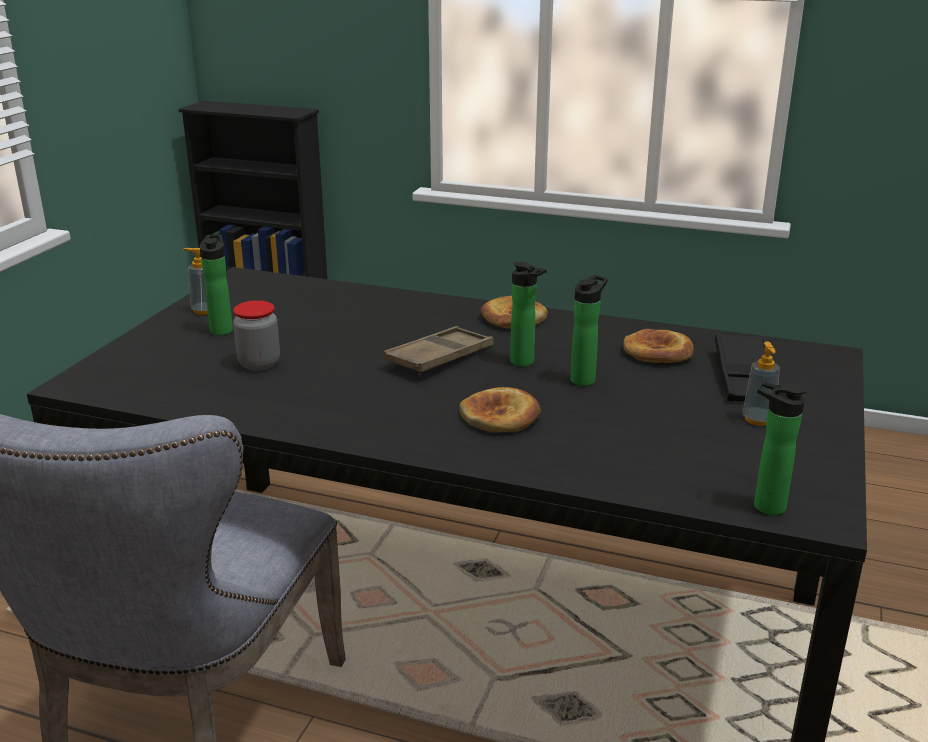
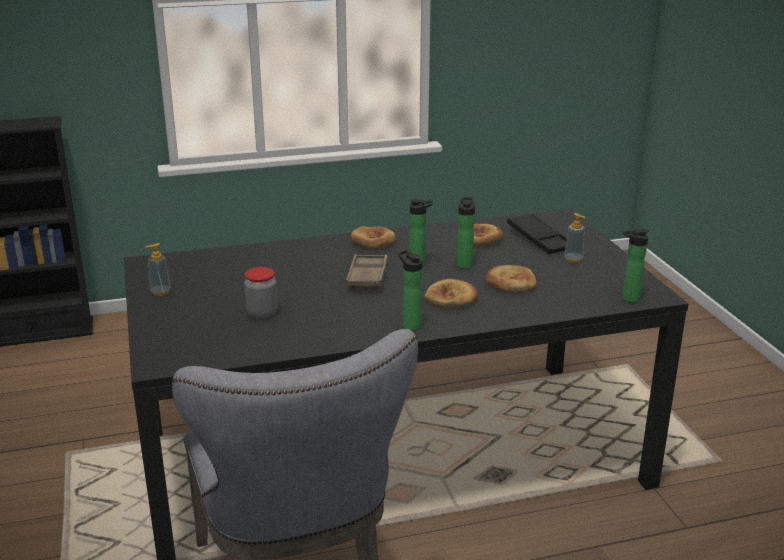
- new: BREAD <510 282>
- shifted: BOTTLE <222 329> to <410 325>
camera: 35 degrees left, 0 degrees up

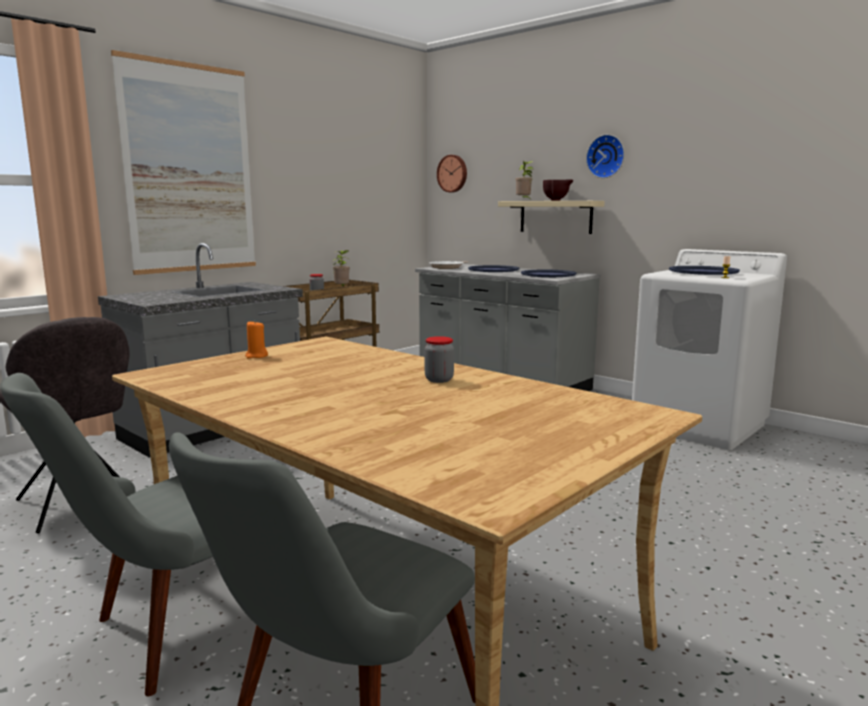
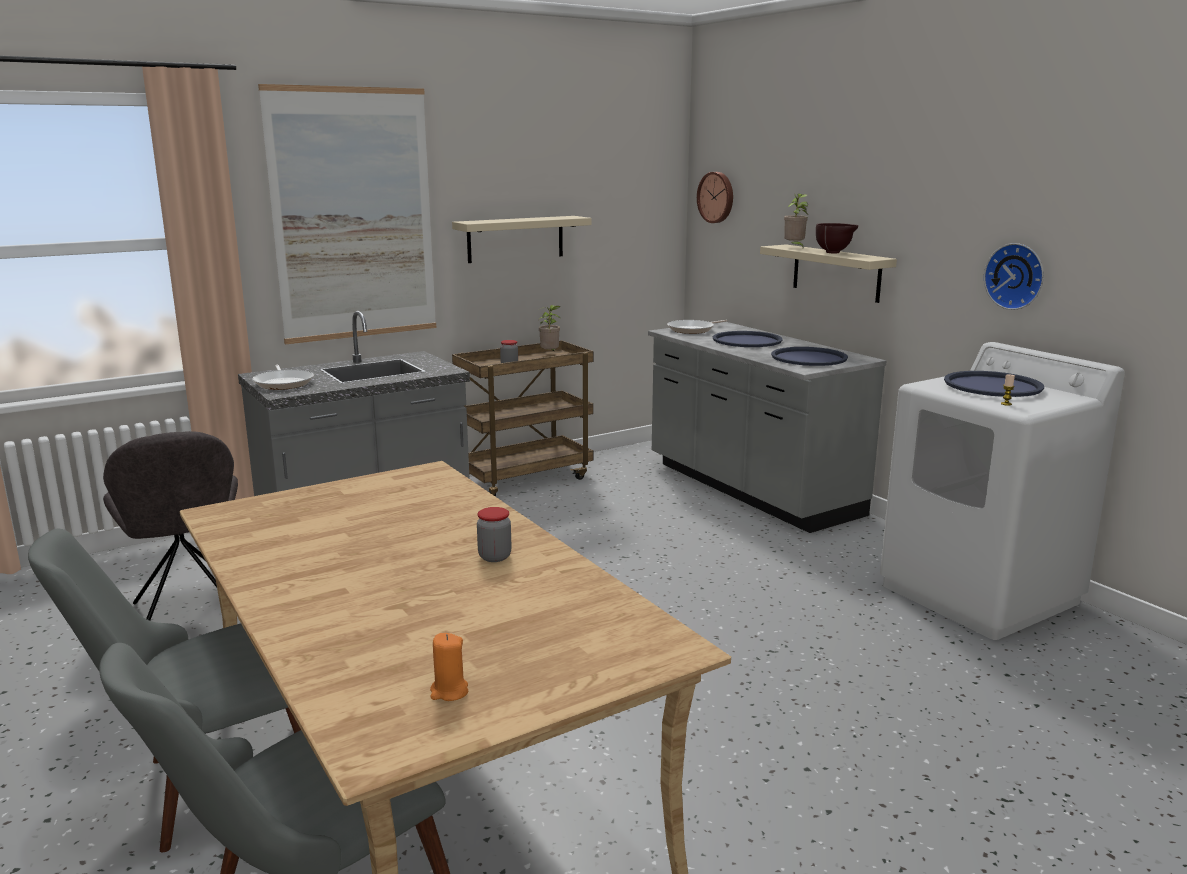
- new: FRYING PAN <284 383>
- new: BEIGE SHELF <515 239>
- shifted: ORANGE CANDLE <256 356> to <449 691>
- shifted: WALL CLOCK <606 156> to <1016 276>
camera: 15 degrees right, 5 degrees up

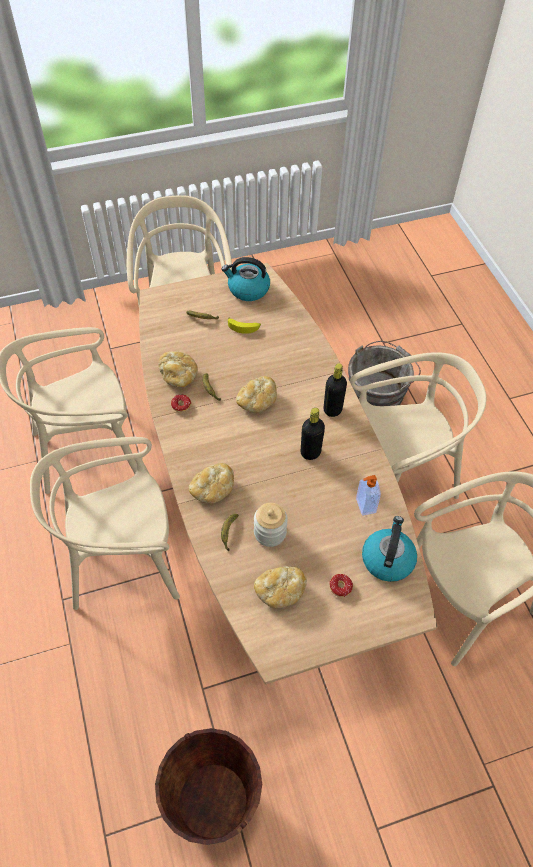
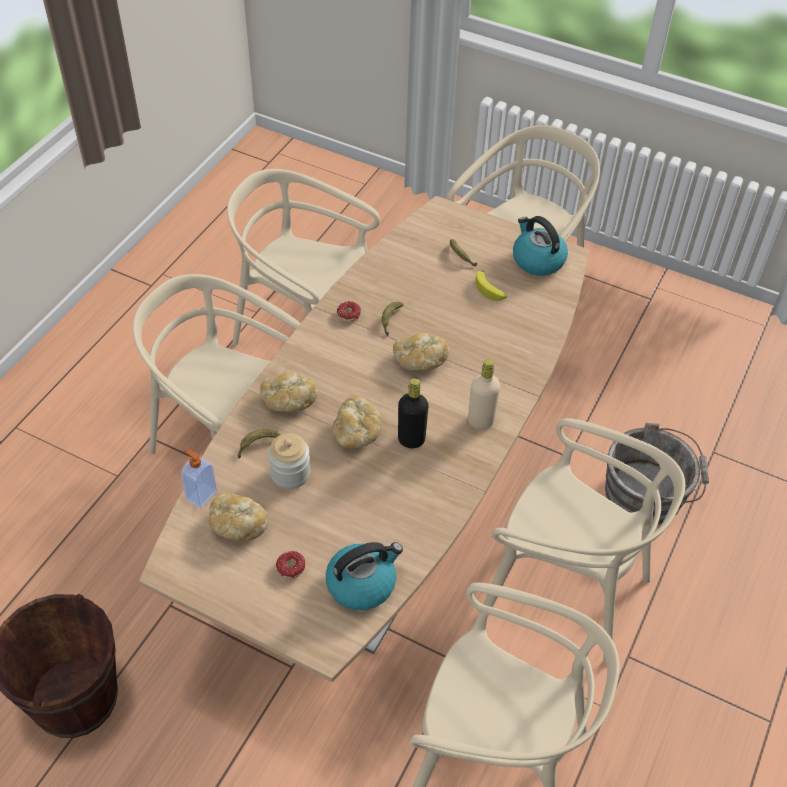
- shifted: BREAD <178 375> to <356 432>
- shifted: SOAP DISPENSER <365 505> to <201 495>
- repainted: BLACK BOTTLE <332 409> to BEIGE BOTTLE <481 421>
camera: 45 degrees right, 5 degrees down

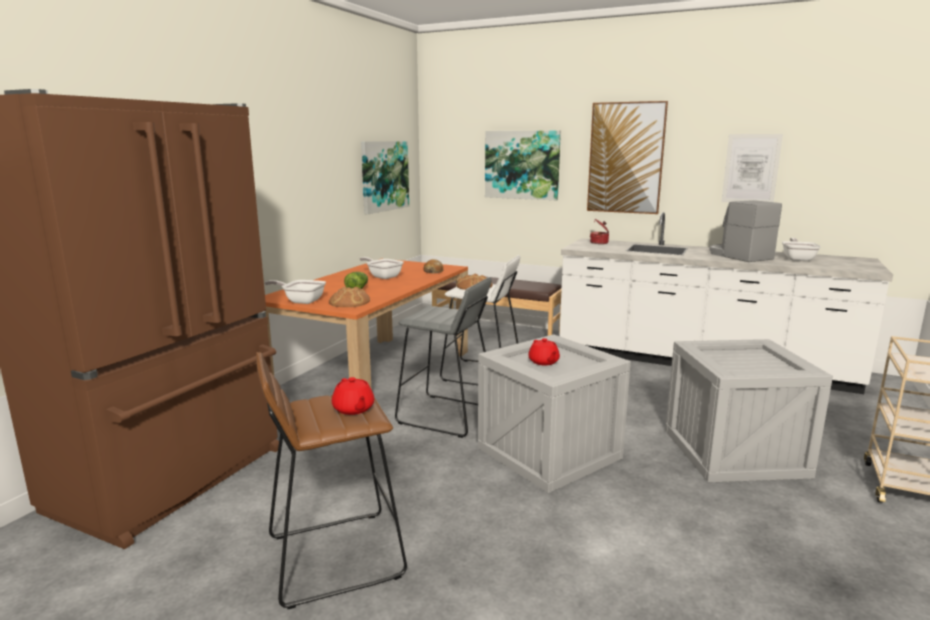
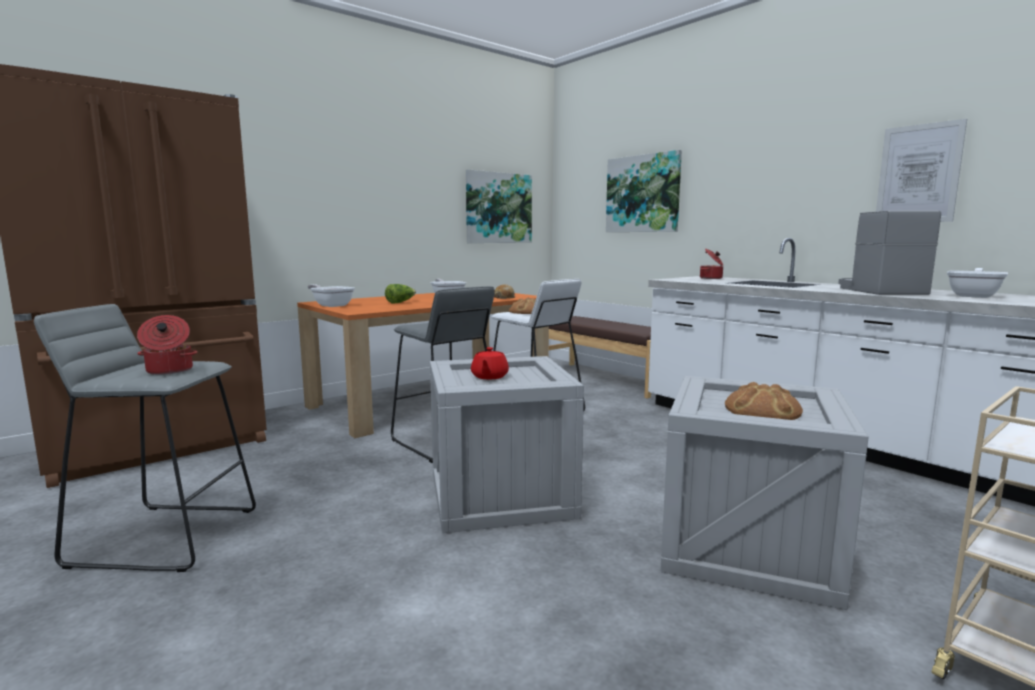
- gone: PICTURE <626 158>
- shifted: BREAD <349 302> to <762 410>
- swapped: RED TEAPOT <353 409> to COOKING POT <169 371>
- repainted: BROWN STOOL <333 556> to GREY STOOL <165 536>
camera: 25 degrees right, 5 degrees down

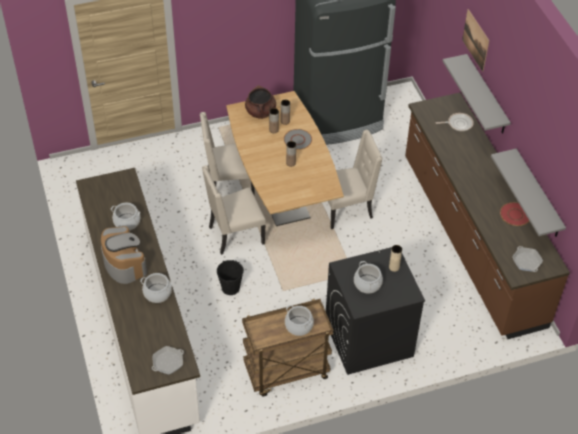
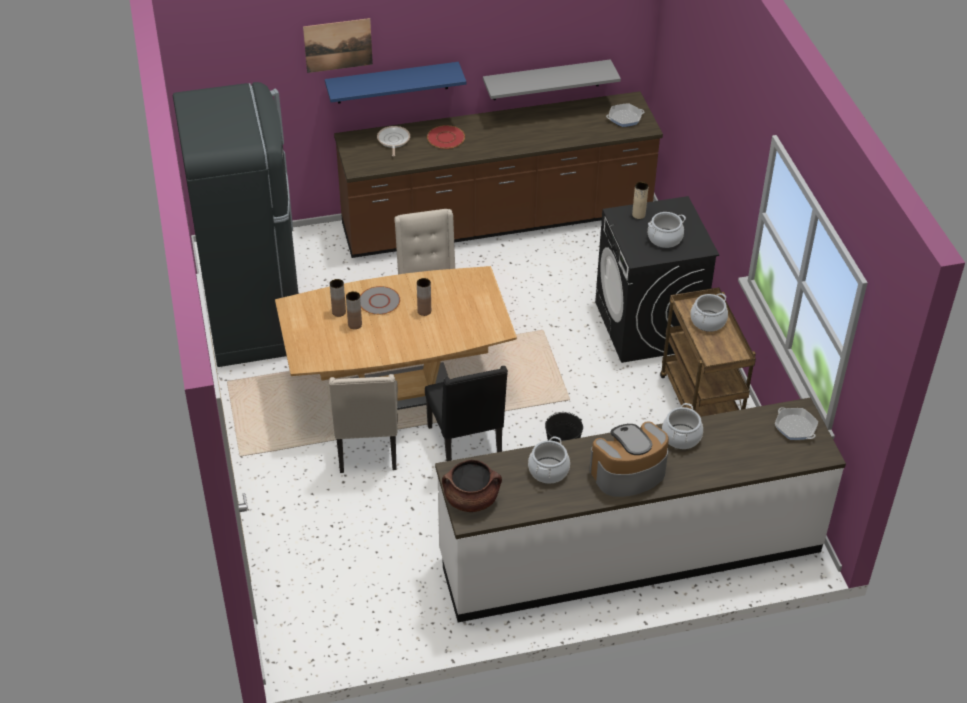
- shifted: BROWN COOKING POT <260 112> to <471 499>
- shifted: RED PLATE <515 214> to <445 138>
- repainted: BEIGE CHAIR <235 235> to BLACK CHAIR <467 445>
- repainted: GREY SHELF <486 95> to BLUE SHELF <392 83>
camera: 85 degrees left, 5 degrees down

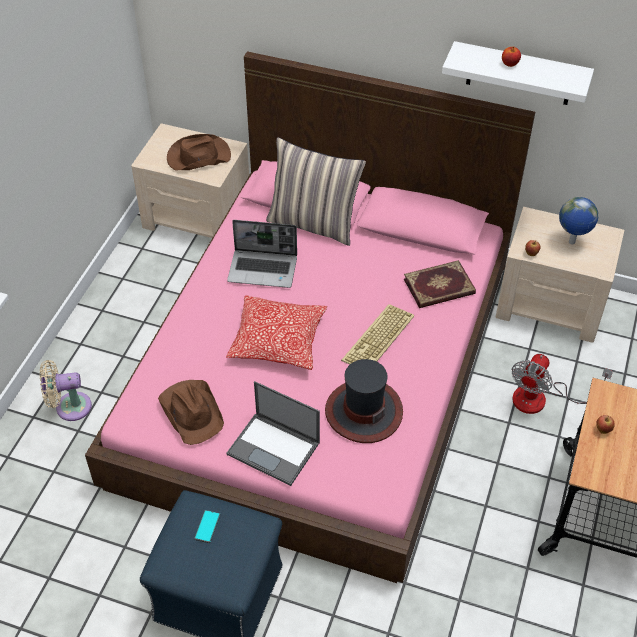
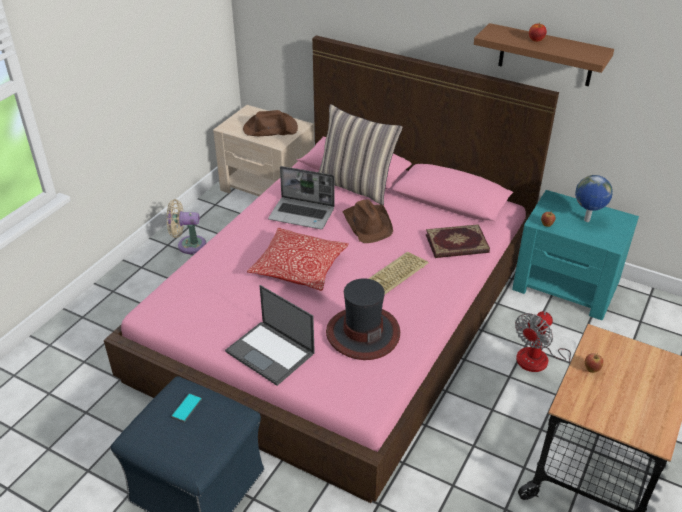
- shifted: BEIGE FAN <69 407> to <188 245>
- shifted: BROWN HAT <192 411> to <368 224>
- repainted: WHITE SHELF <519 74> to BROWN SHELF <546 55>
- repainted: BEIGE NIGHTSTAND <551 304> to TURQUOISE NIGHTSTAND <566 285>
camera: 10 degrees right, 10 degrees down

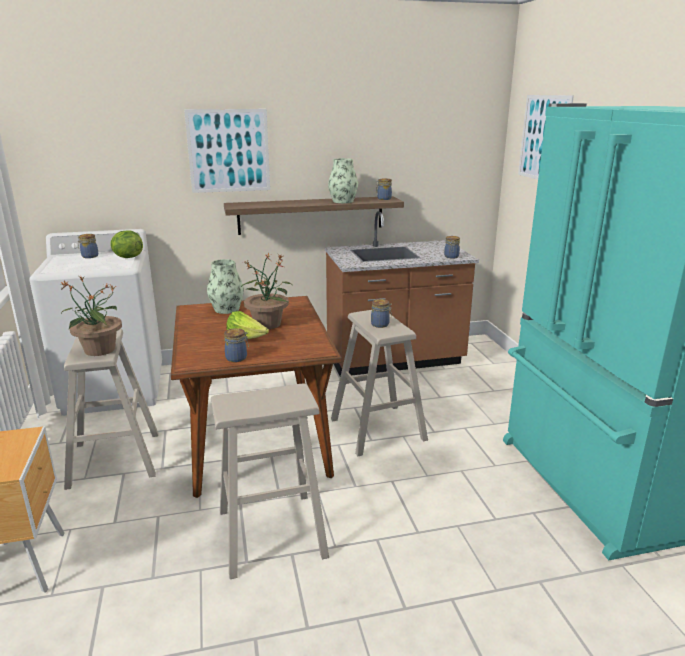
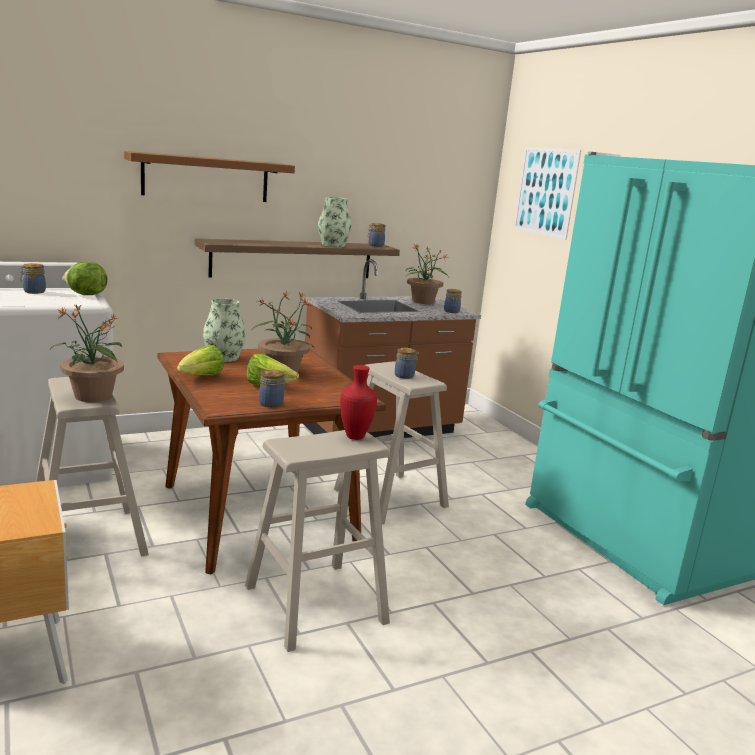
- new: LETTUCE <201 377>
- new: RED VASE <355 436>
- new: POTTED PLANT <423 302>
- swapped: PICTURE <228 151> to BROWN SHELF <206 178>
camera: 15 degrees left, 5 degrees down

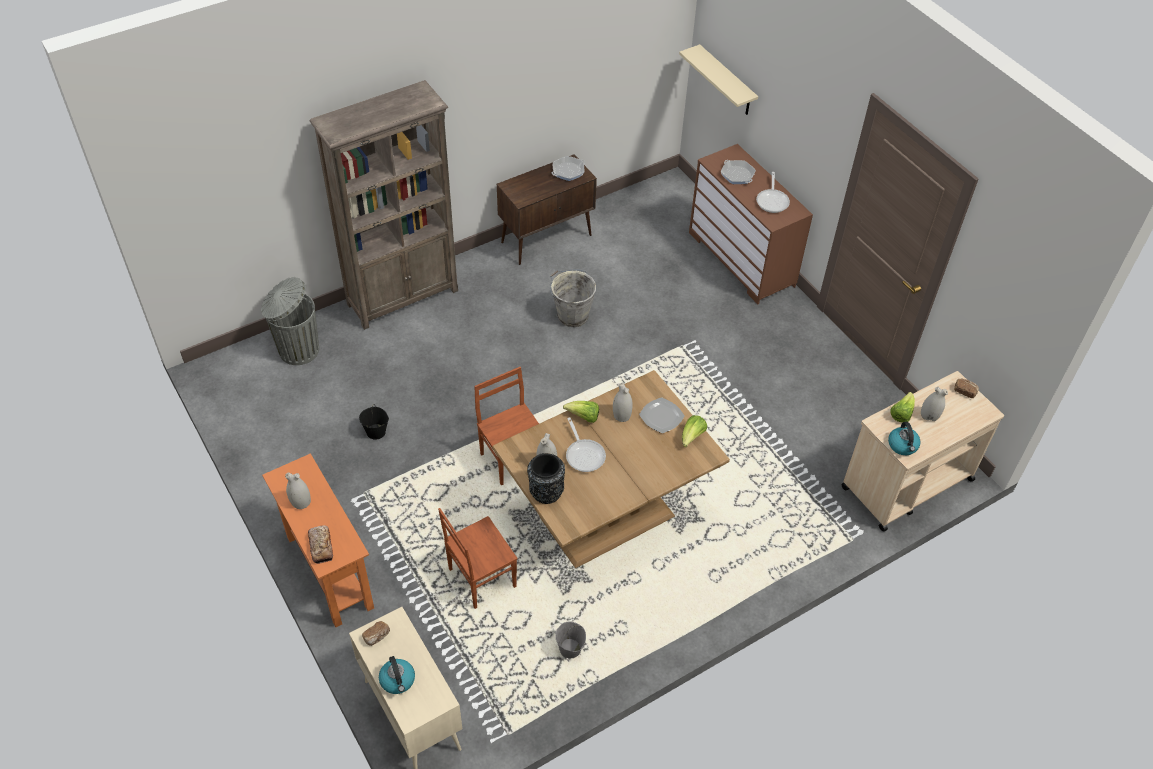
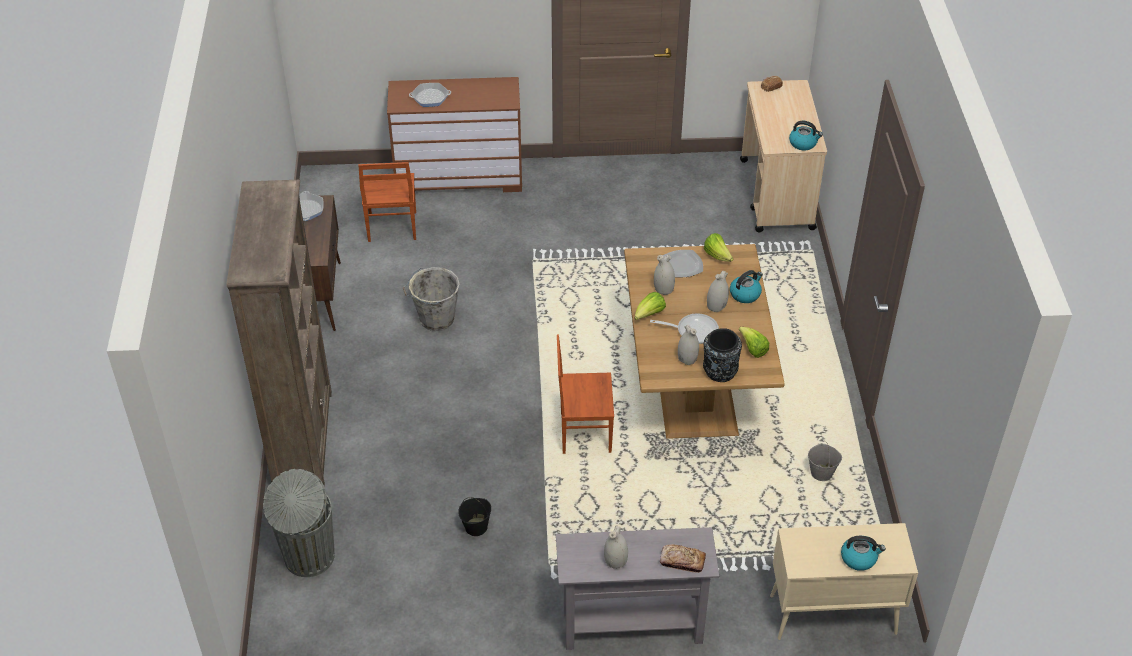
- gone: BREAD <377 637>
- gone: BEIGE SHELF <726 82>
- gone: FRYING PAN <772 201>
- new: KETTLE <745 294>
- shifted: BROWN CHAIR <480 578> to <391 227>
- shifted: LETTUCE <901 414> to <753 349>
- shifted: WHITE VASE <929 415> to <716 306>
- repainted: ORANGE CONSOLE TABLE <329 572> to GREY CONSOLE TABLE <632 626>
camera: 60 degrees left, 5 degrees down

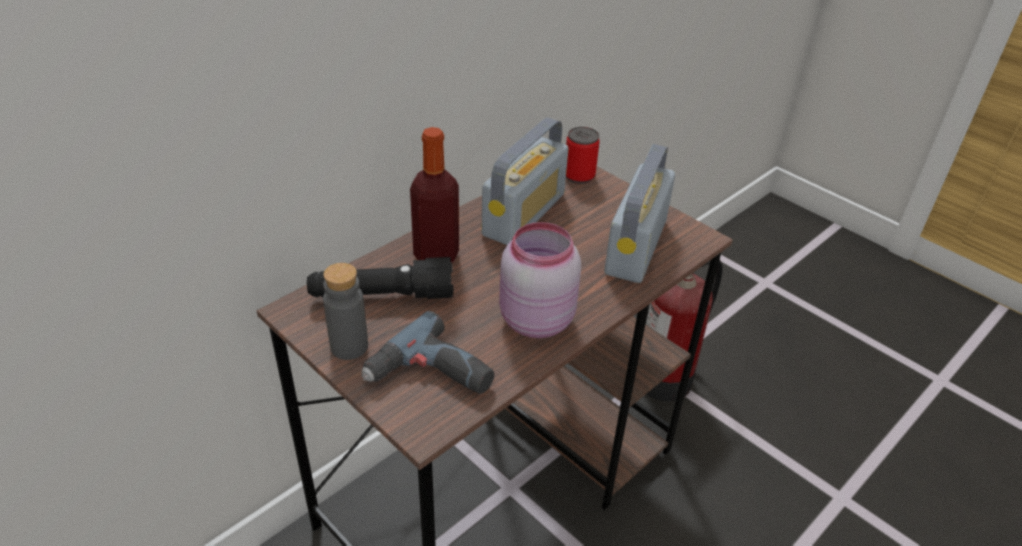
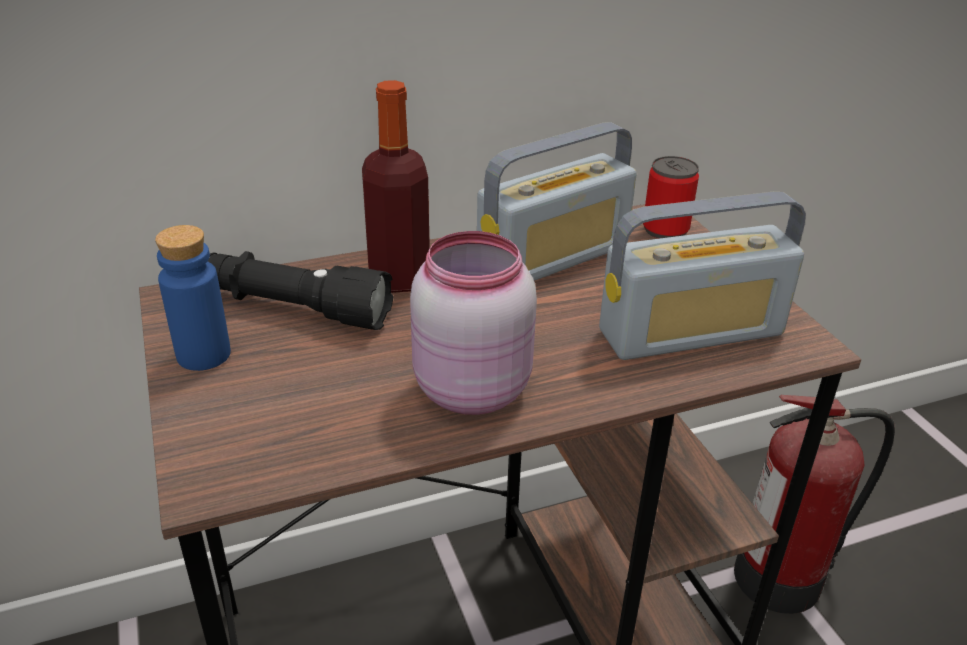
- gone: POWER DRILL <430 377>
- repainted: GREY BOTTLE <349 346> to BLUE BOTTLE <203 355>
- rotated: RADIO <636 247> = <691 332> 150 degrees counterclockwise
camera: 25 degrees right, 5 degrees down

